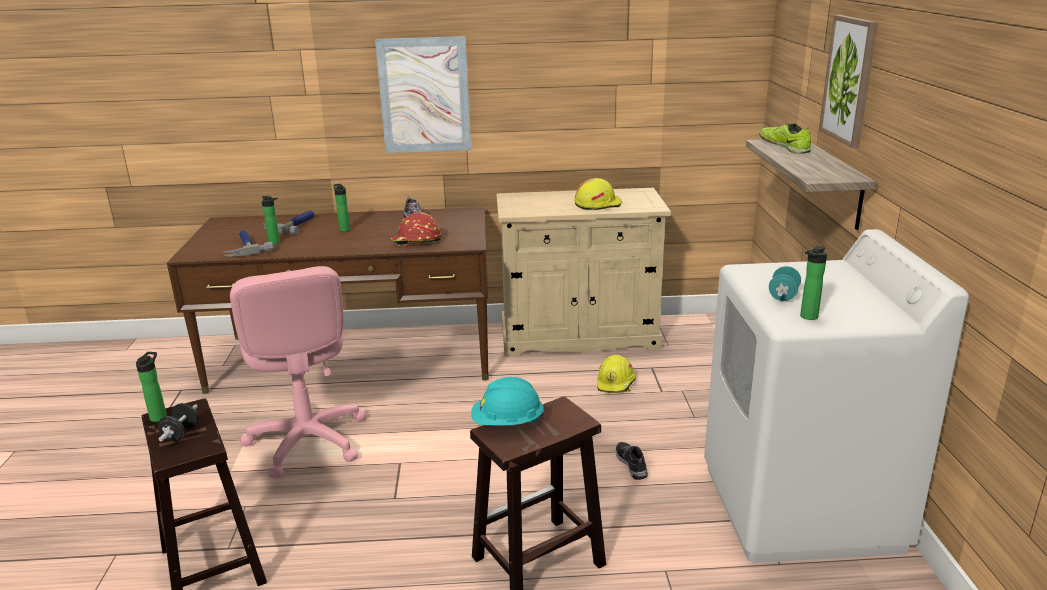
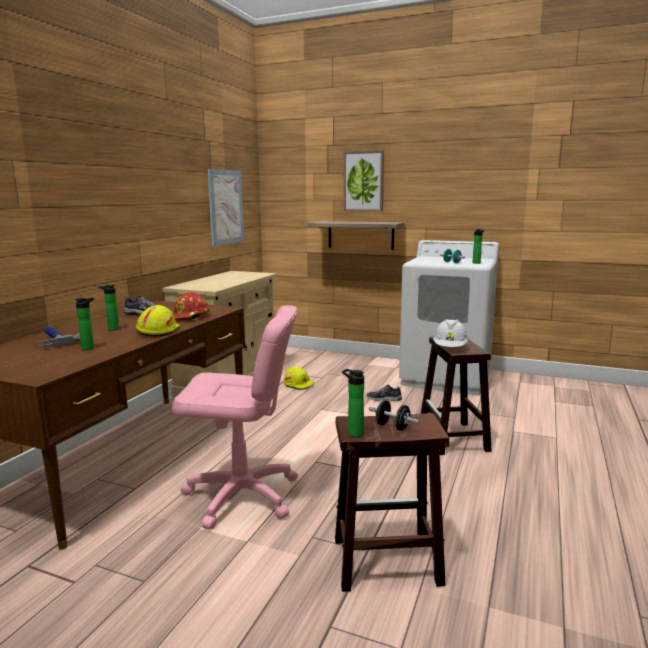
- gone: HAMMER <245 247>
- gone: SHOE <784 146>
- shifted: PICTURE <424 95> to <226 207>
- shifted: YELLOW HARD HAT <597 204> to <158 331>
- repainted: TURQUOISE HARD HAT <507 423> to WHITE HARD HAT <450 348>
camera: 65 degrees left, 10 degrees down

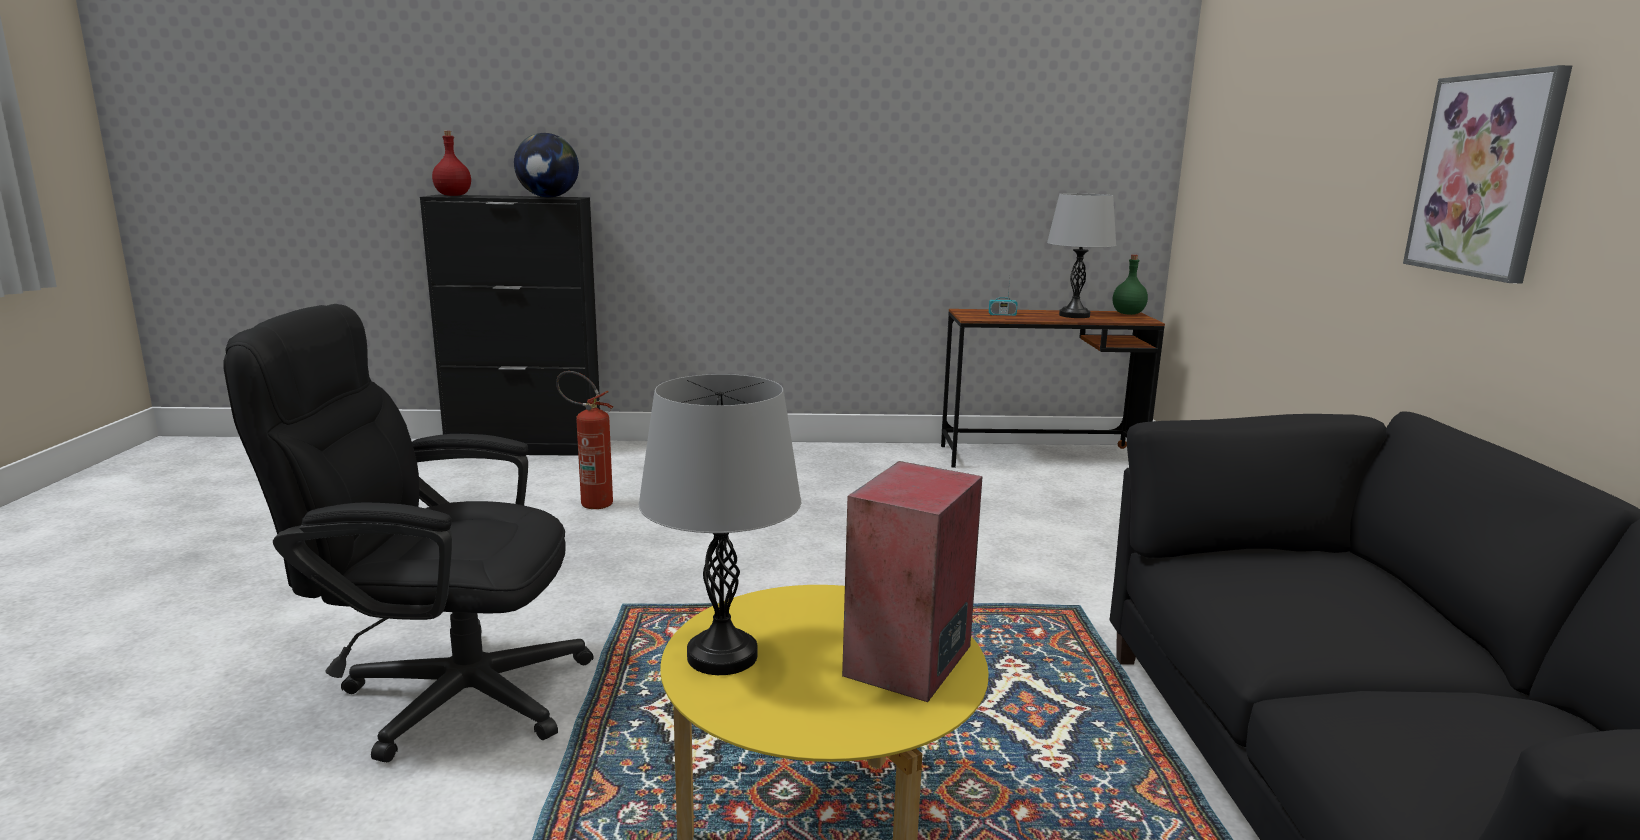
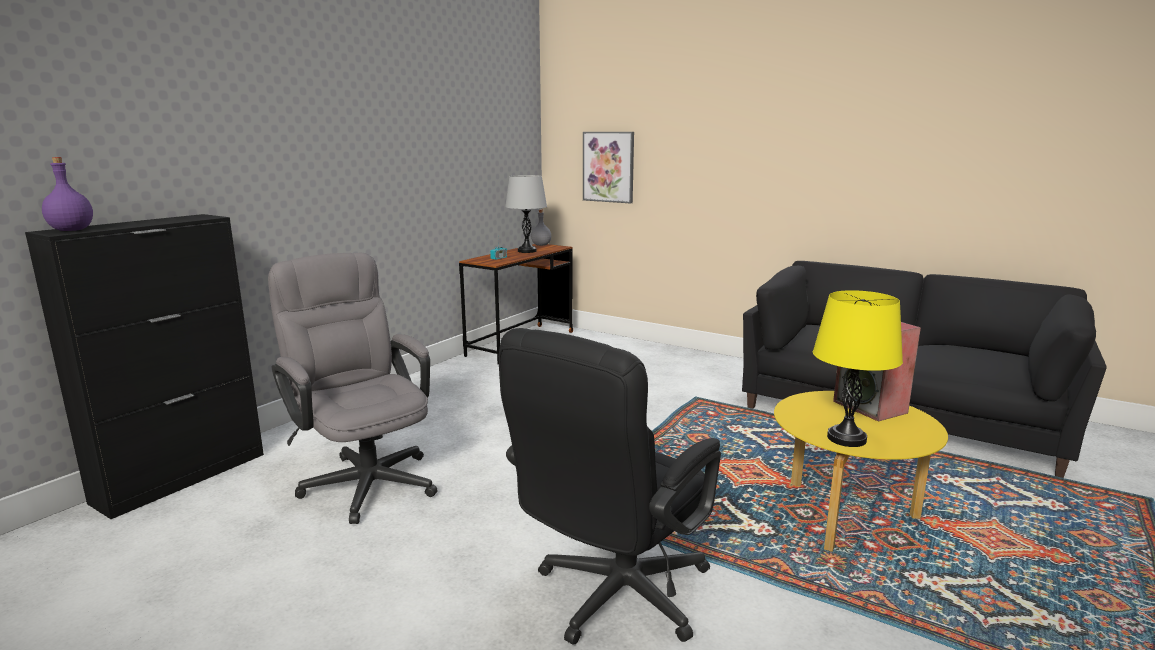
- gone: GLOBE <548 197>
- shifted: PICTURE <1484 175> to <608 167>
- swapped: FIRE EXTINGUISHER <589 503> to GREY OFFICE CHAIR <365 479>
- repainted: RED BOTTLE <452 195> to PURPLE BOTTLE <71 230>
- repainted: GREY TABLE LAMP <722 656> to YELLOW TABLE LAMP <846 438>
- repainted: GREEN BOTTLE <1127 313> to GREY BOTTLE <540 245>
camera: 55 degrees left, 0 degrees up

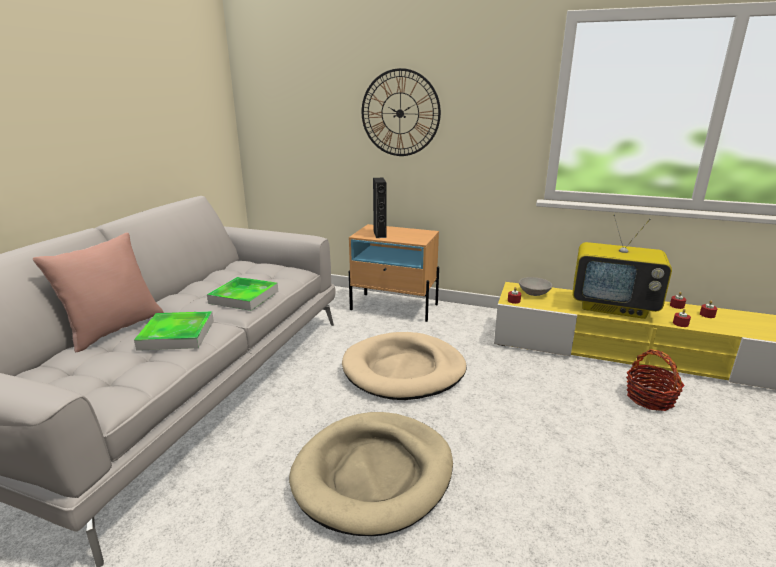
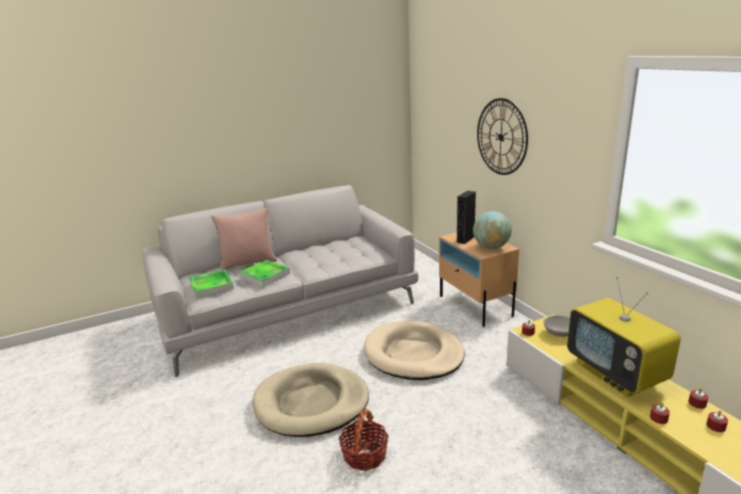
- new: GLOBE <491 247>
- shifted: TRAY <244 297> to <211 286>
- shifted: BASKET <650 398> to <364 455>
camera: 45 degrees right, 0 degrees up

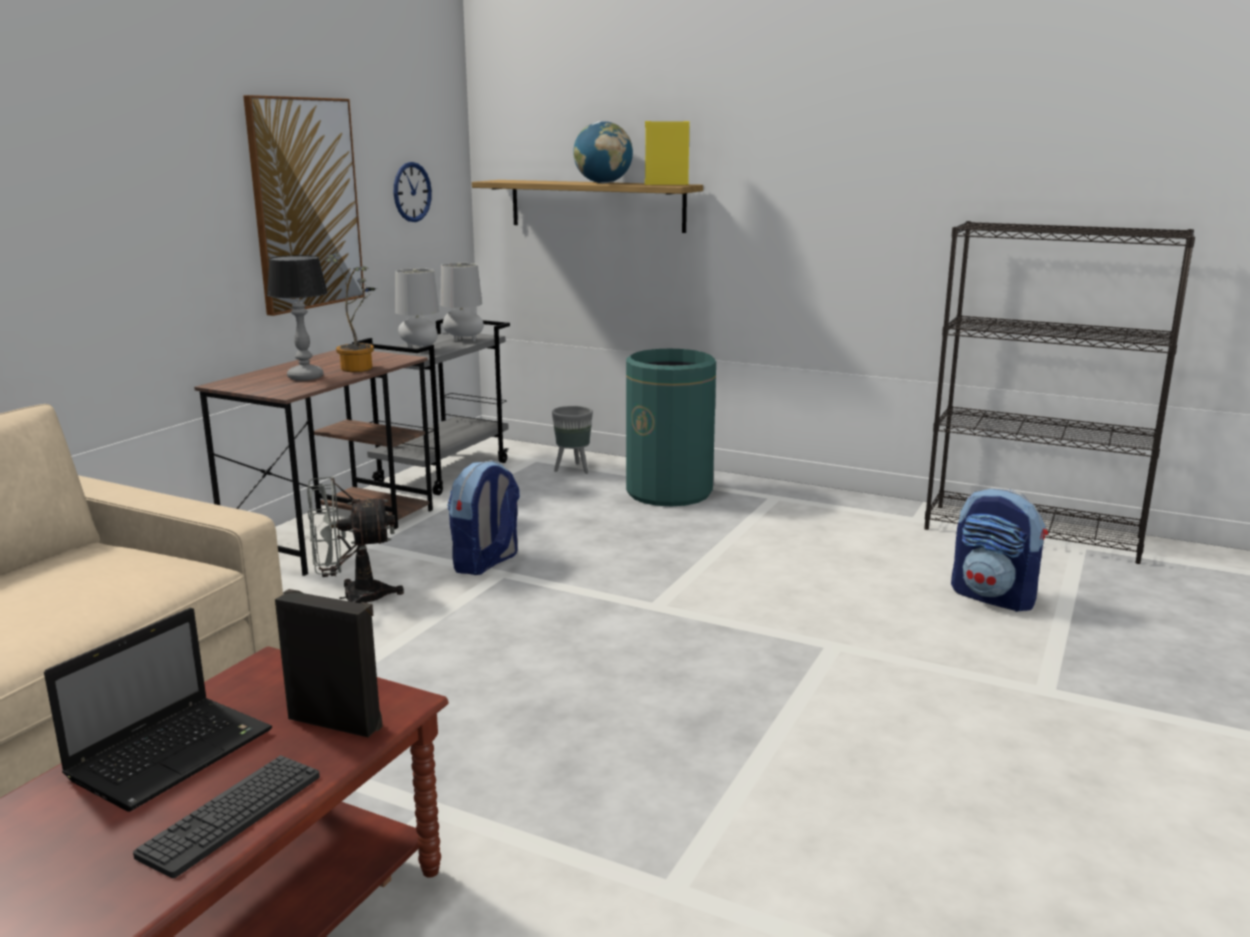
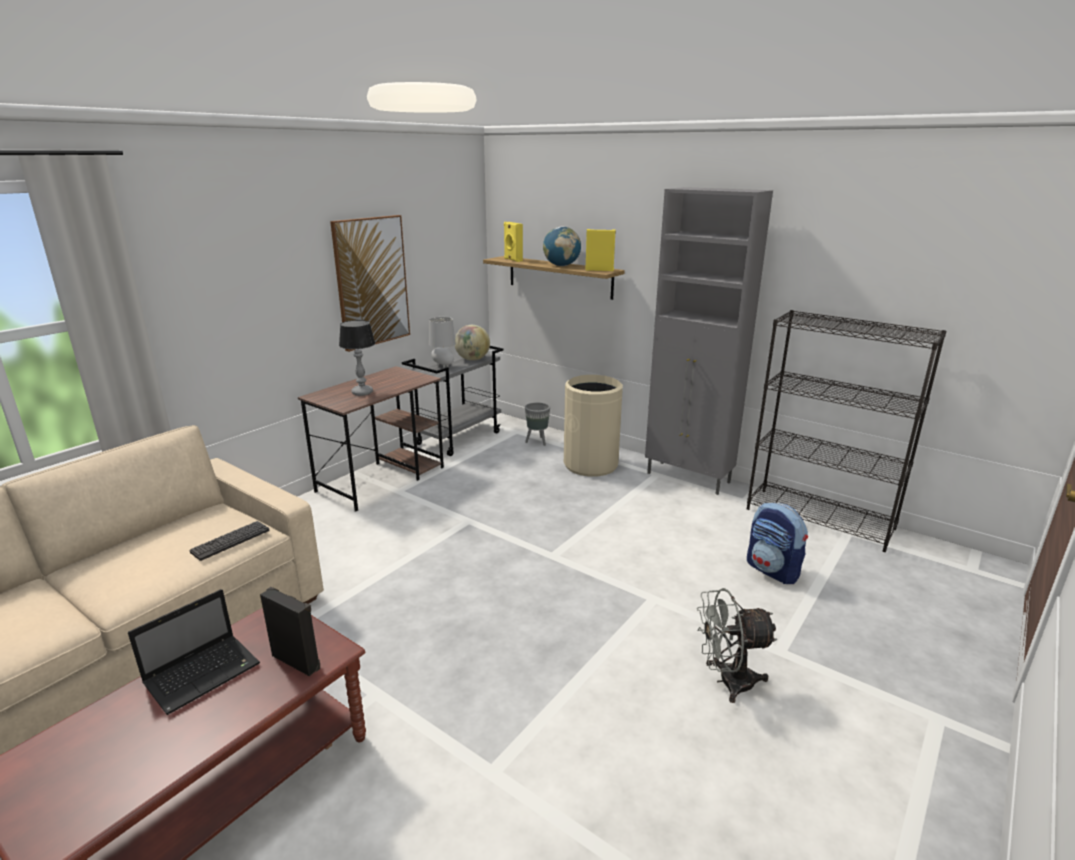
- gone: POTTED PLANT <360 368>
- gone: WALL CLOCK <412 192>
- gone: BACKPACK <486 563>
- new: YELLOW SPEAKER <512 260>
- new: GREY CABINET <689 478>
- shifted: KEYBOARD <232 815> to <230 541>
- shifted: GREY FAN <352 598> to <727 681>
- swapped: GREY TABLE LAMP <463 340> to GLOBE <472 359>
- repainted: GREEN TRASH CAN <669 492> to BEIGE TRASH CAN <591 465>
camera: 10 degrees right, 5 degrees up

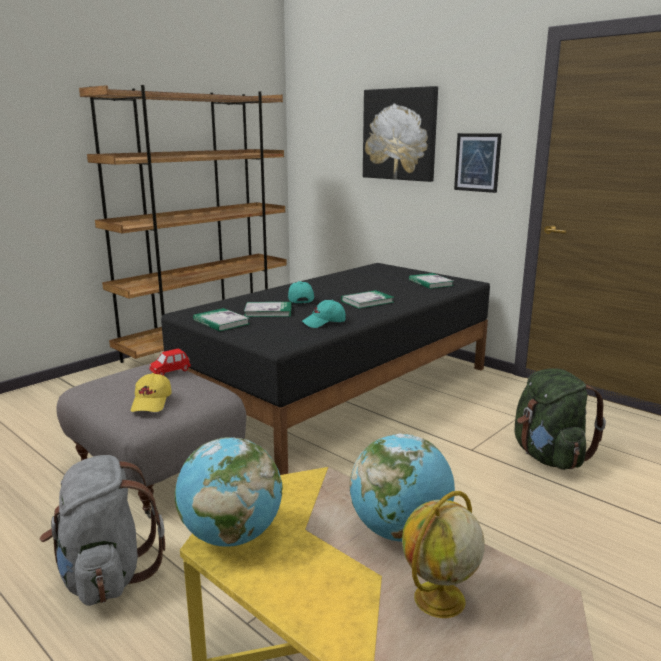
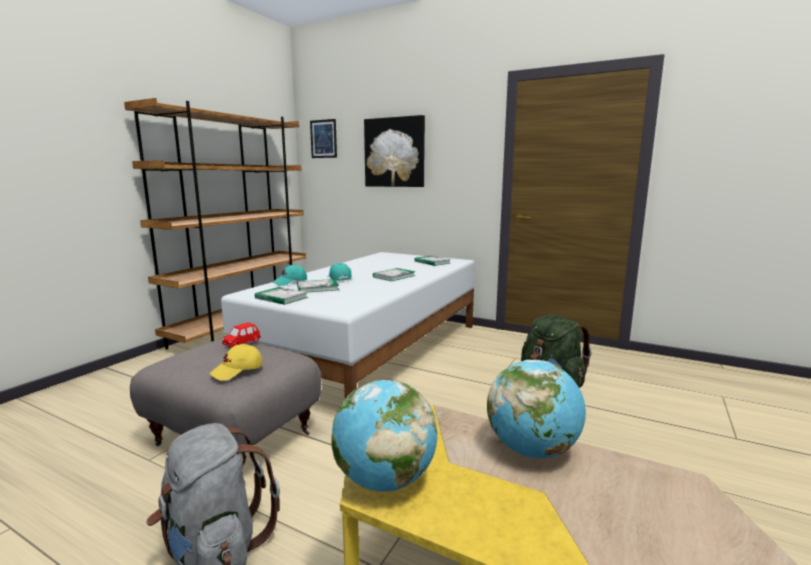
- gone: GLOBE <439 600>
- shifted: TURQUOISE CAP <324 323> to <290 282>
- shifted: PICTURE <477 162> to <323 139>
- repainted: BLACK BED <342 390> to WHITE BED <373 352>
- rotated: YELLOW CAP <152 402> = <237 371> 60 degrees clockwise
camera: 15 degrees left, 5 degrees down

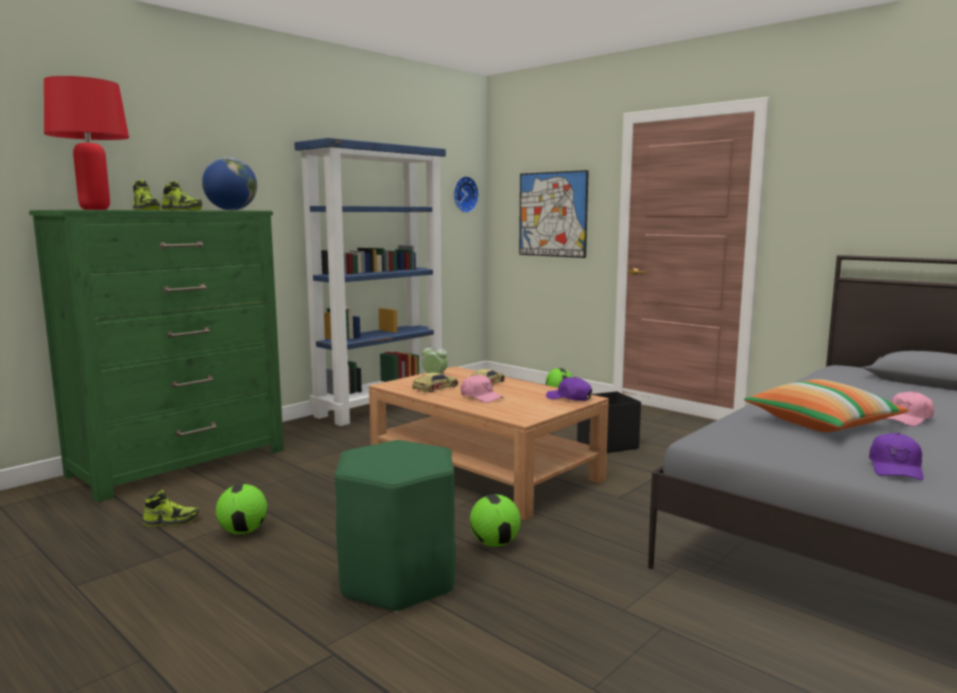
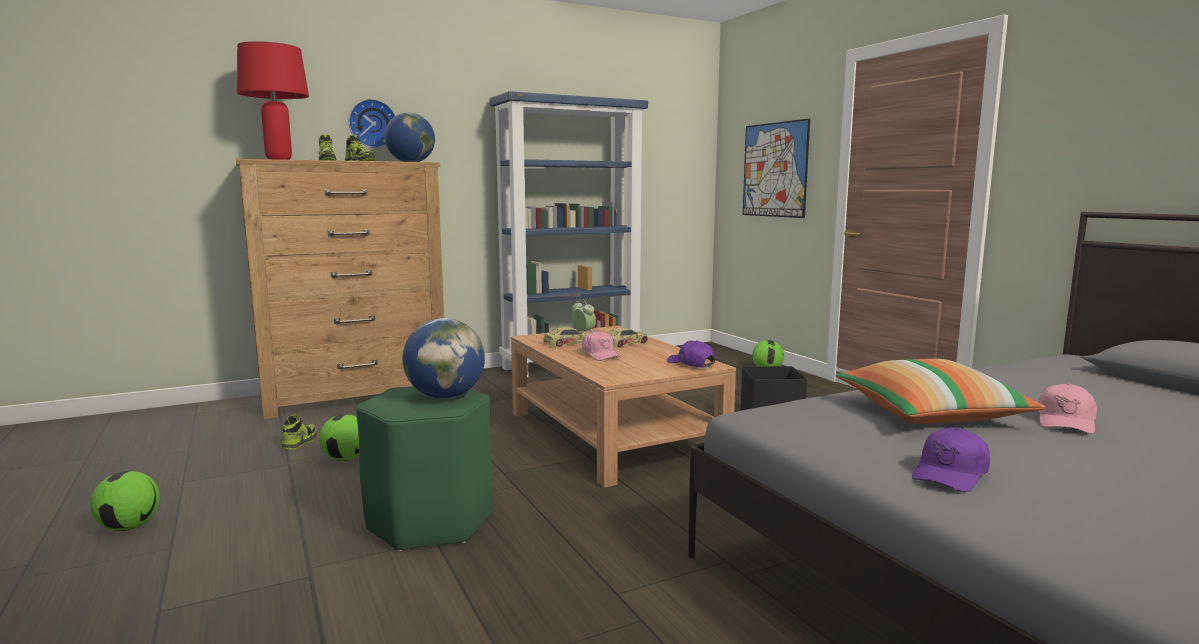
- new: GLOBE <445 396>
- shifted: WALL CLOCK <464 194> to <372 123>
- shifted: FOOTBALL <494 543> to <129 527>
- repainted: GREEN DRESSER <180 462> to BROWN DRESSER <355 395>
- rotated: SHOE <171 521> = <300 442> 90 degrees counterclockwise
- rotated: PINK CAP <907 419> = <1066 422> 45 degrees counterclockwise
camera: 20 degrees right, 0 degrees up

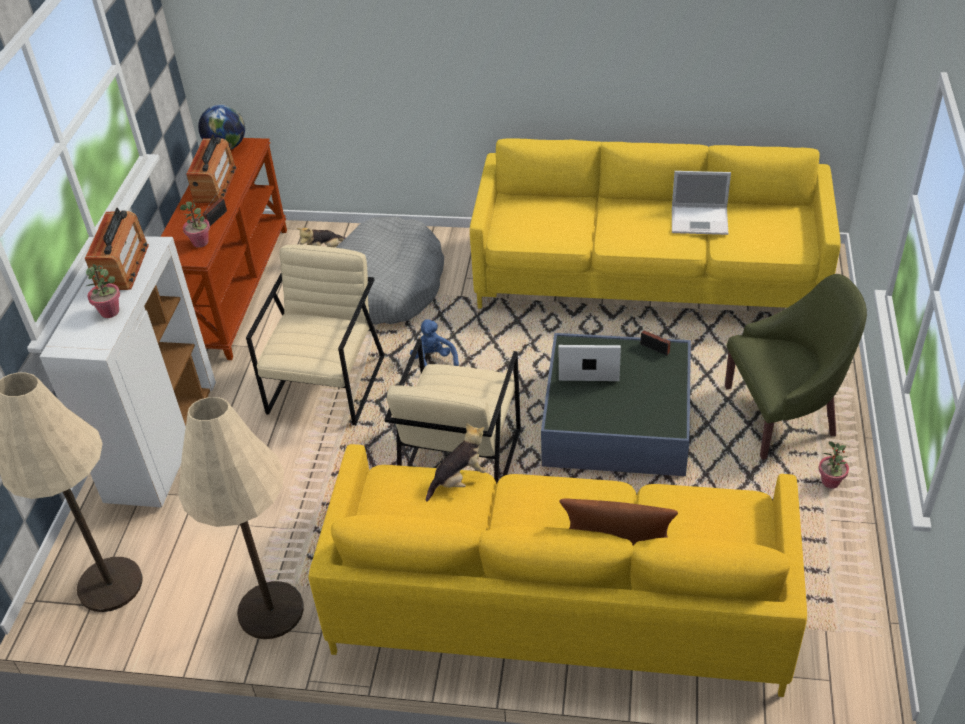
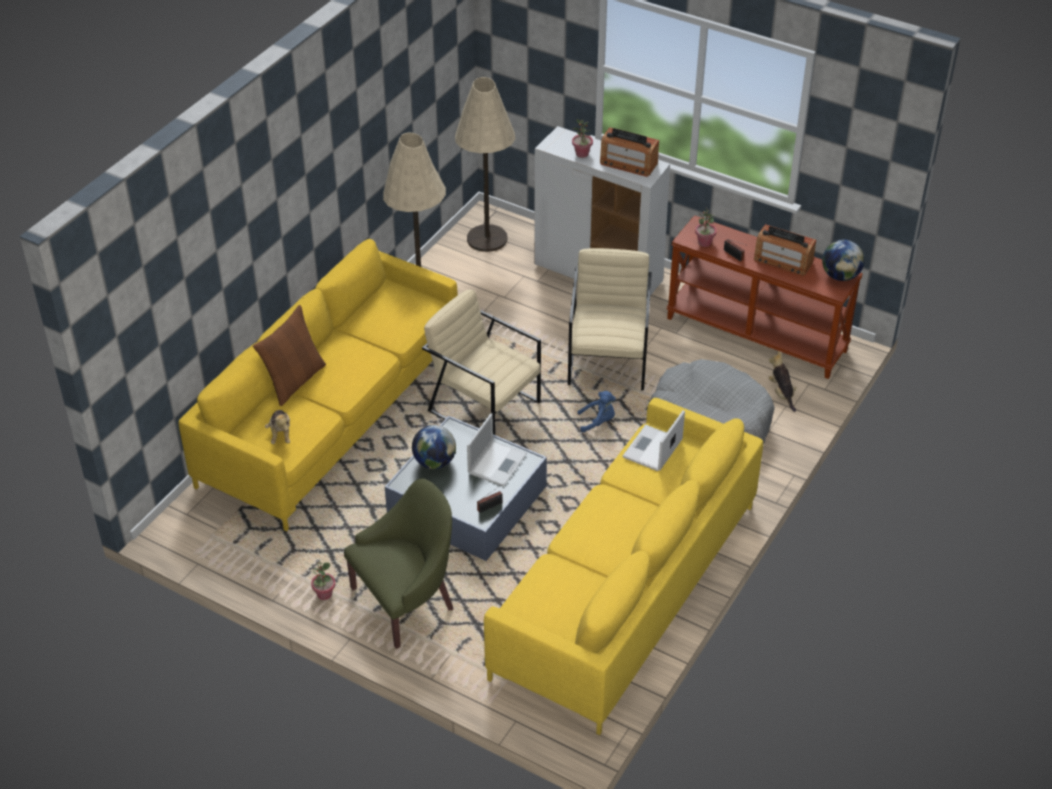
- new: GLOBE <434 462>
- shifted: PLUSH TOY <459 480> to <280 434>
- shifted: LAPTOP <700 220> to <652 449>
- rotated: BEIGE ARMCHAIR <327 384> = <608 360> 120 degrees counterclockwise
- rotated: GREEN ARMCHAIR <783 414> = <406 601> 135 degrees counterclockwise
camera: 110 degrees right, 0 degrees up

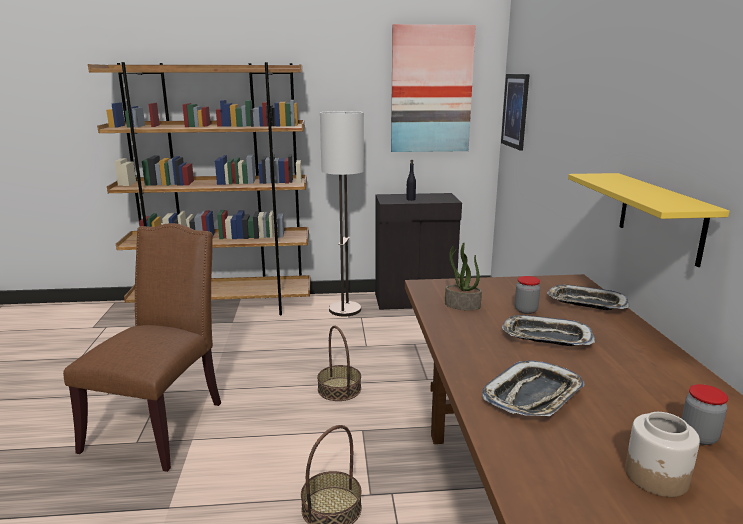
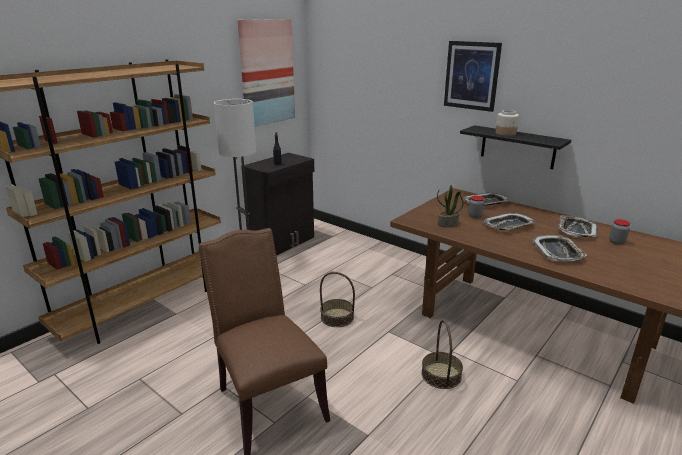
- new: TRAY <576 230>
- shifted: PICTURE <515 111> to <471 75>
- shifted: JAR <657 477> to <506 133>
- repainted: YELLOW SHELF <660 217> to BLACK SHELF <517 147>
camera: 45 degrees left, 5 degrees up

